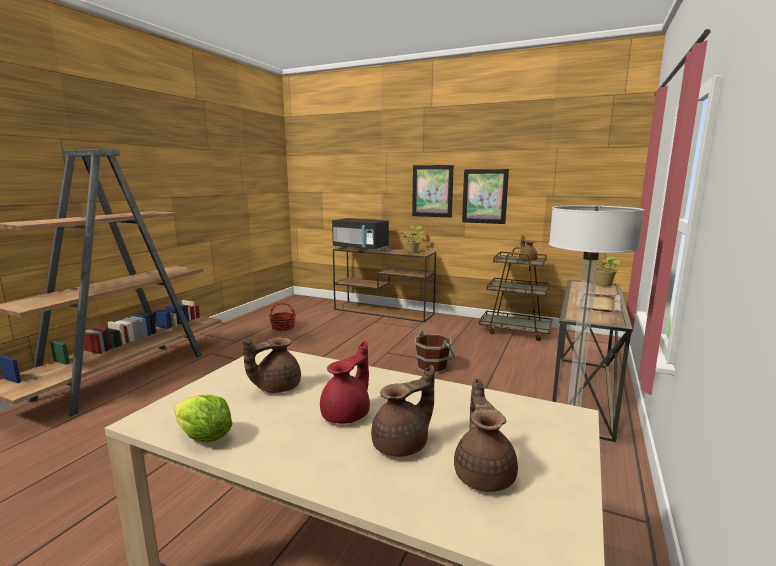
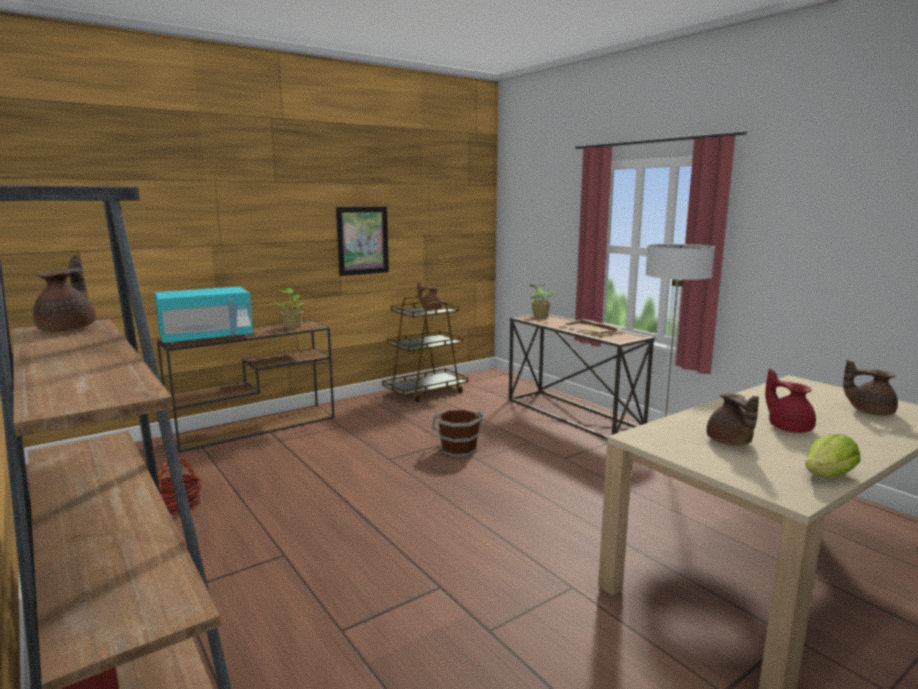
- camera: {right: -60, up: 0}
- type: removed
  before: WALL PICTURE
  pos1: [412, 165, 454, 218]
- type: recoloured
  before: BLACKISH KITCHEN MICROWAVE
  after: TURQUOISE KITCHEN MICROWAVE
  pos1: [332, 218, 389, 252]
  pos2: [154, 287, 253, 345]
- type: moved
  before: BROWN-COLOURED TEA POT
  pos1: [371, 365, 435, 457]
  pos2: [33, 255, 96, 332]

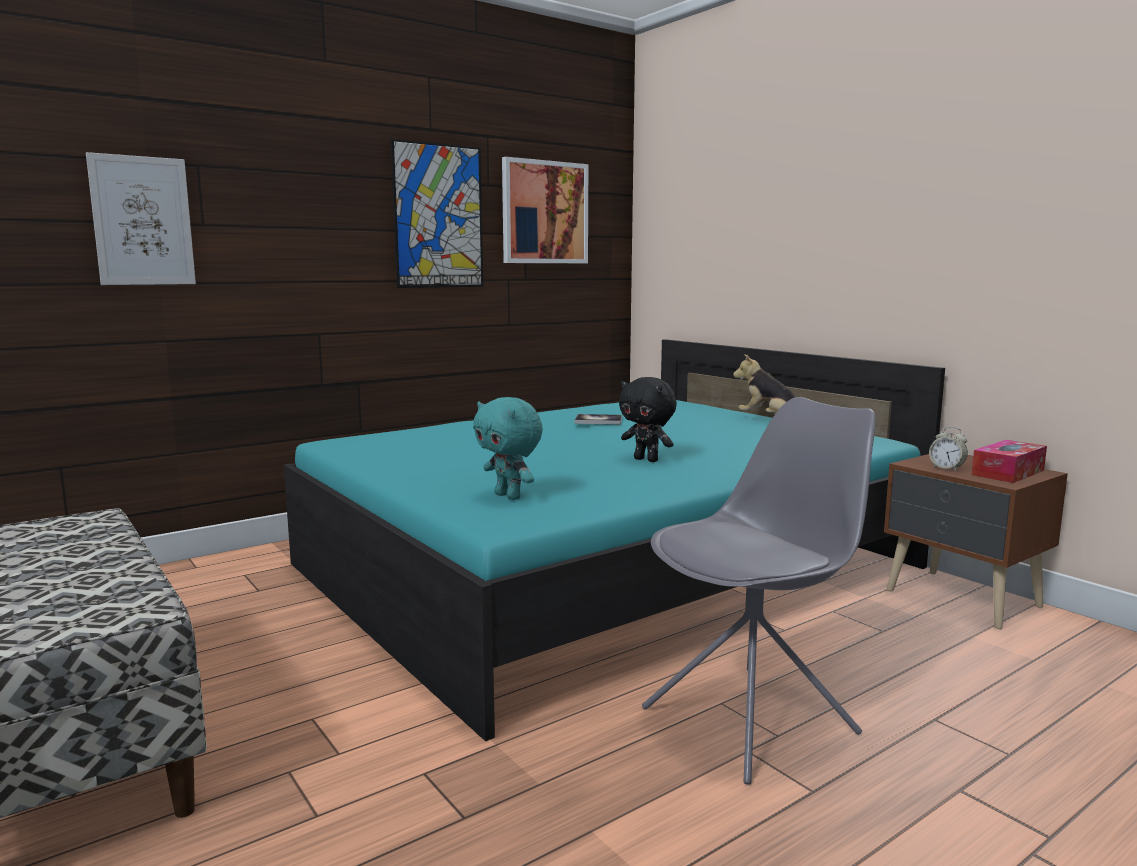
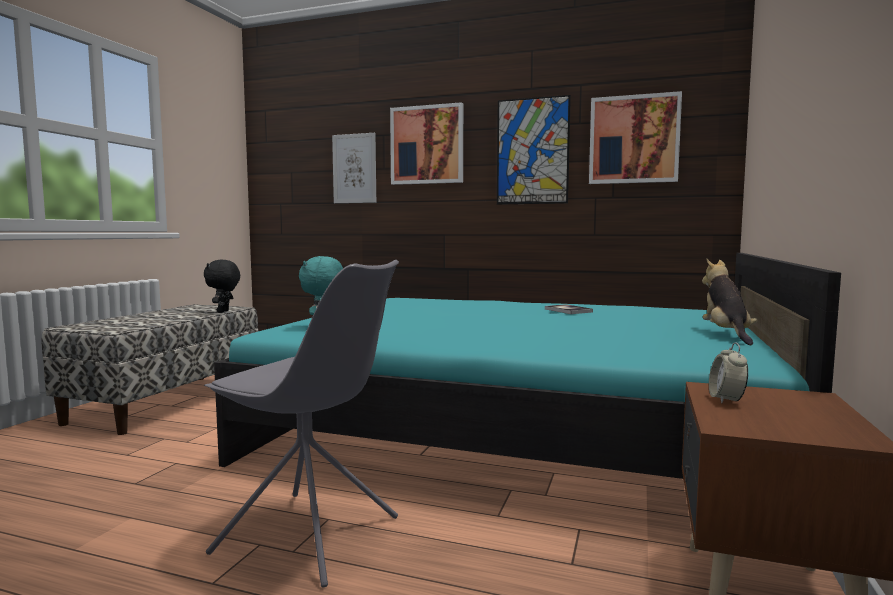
- camera: {right: 55, up: -5}
- type: moved
  before: BLACKISH SOFT TOY
  pos1: [619, 377, 677, 462]
  pos2: [204, 260, 240, 313]
- type: removed
  before: TISSUE BOX
  pos1: [971, 440, 1047, 483]
- type: added
  after: WALL PICTURE
  pos2: [390, 102, 463, 185]

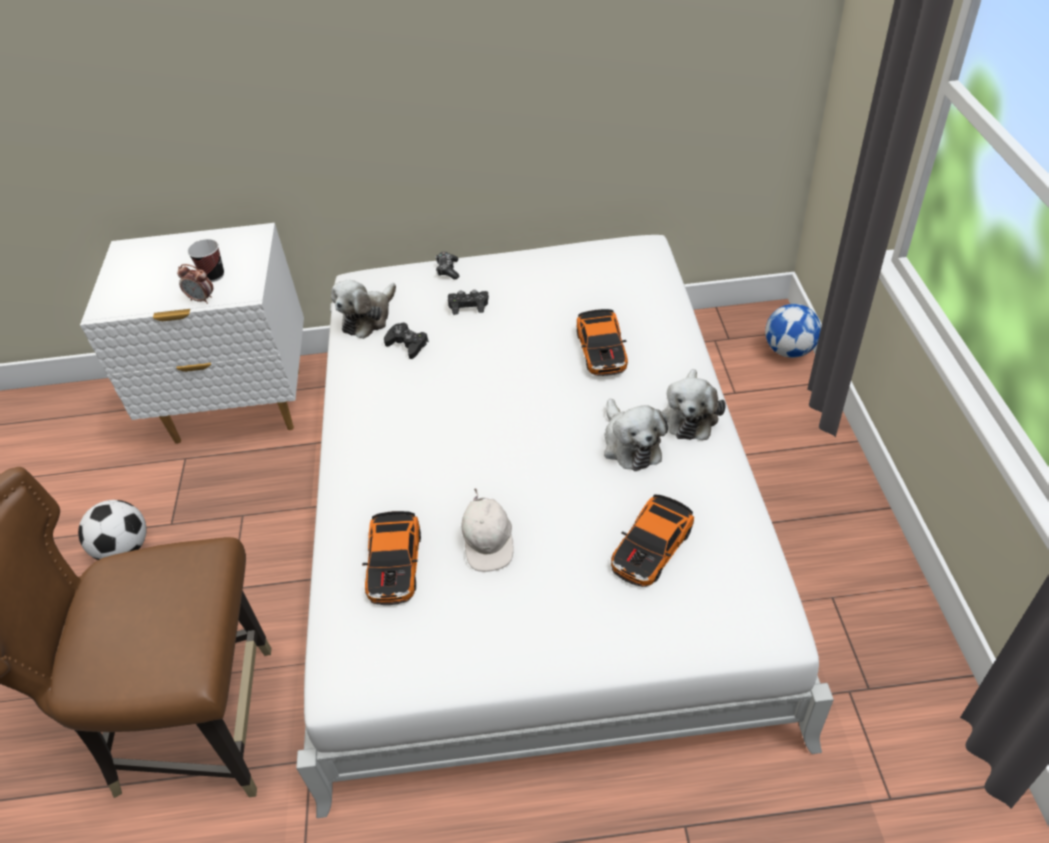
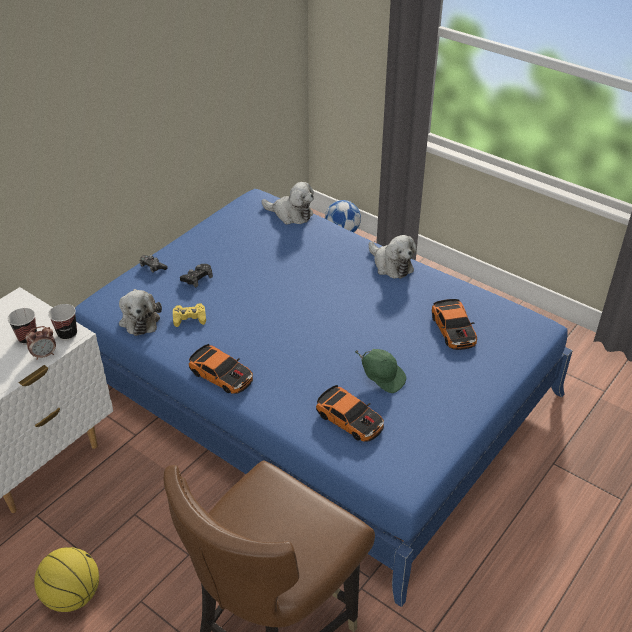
- camera: {right: -50, up: -5}
- type: recoloured
  before: WHITISH BEDROOM BED
  after: BLUE BEDROOM BED
  pos1: [296, 235, 834, 818]
  pos2: [75, 189, 573, 607]
- type: moved
  before: TOY CAR
  pos1: [577, 309, 628, 376]
  pos2: [189, 344, 253, 394]
- type: recoloured
  before: BLACKISH GAME CONTROLLER
  after: YELLOW-COLOURED GAME CONTROLLER
  pos1: [384, 322, 429, 359]
  pos2: [173, 303, 206, 327]
- type: moved
  before: SOFT TOY
  pos1: [604, 399, 668, 471]
  pos2: [262, 182, 314, 225]
- type: recoloured
  before: WHITISH CAP
  after: GREEN CAP
  pos1: [461, 488, 514, 572]
  pos2: [355, 349, 406, 393]
- type: replaced
  before: FOOTBALL
  after: BASKETBALL
  pos1: [78, 500, 147, 560]
  pos2: [34, 547, 99, 612]
- type: added
  after: DRINKING CUP
  pos2: [48, 304, 77, 340]

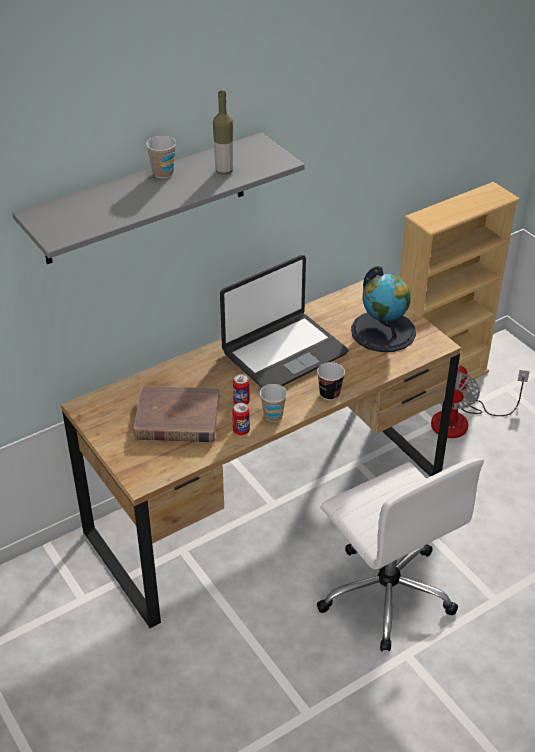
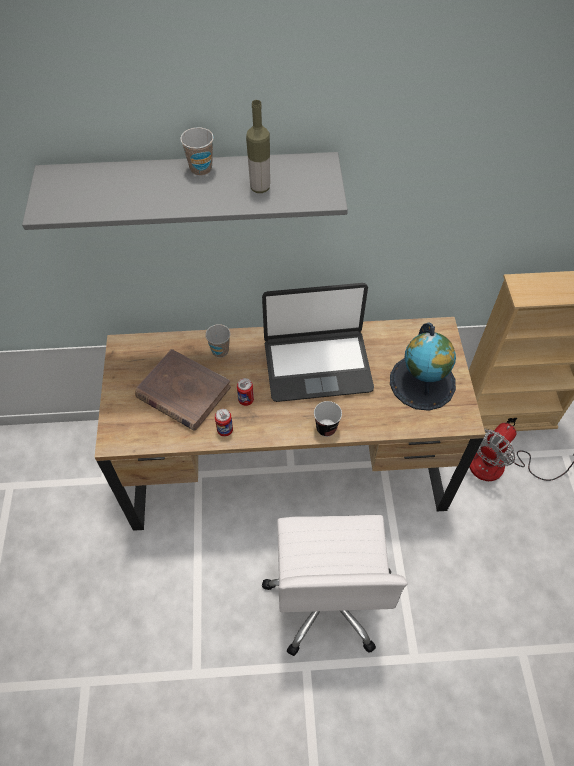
- camera: {right: 30, up: 15}
- type: moved
  before: DRINKING CUP
  pos1: [260, 384, 287, 422]
  pos2: [205, 324, 230, 358]

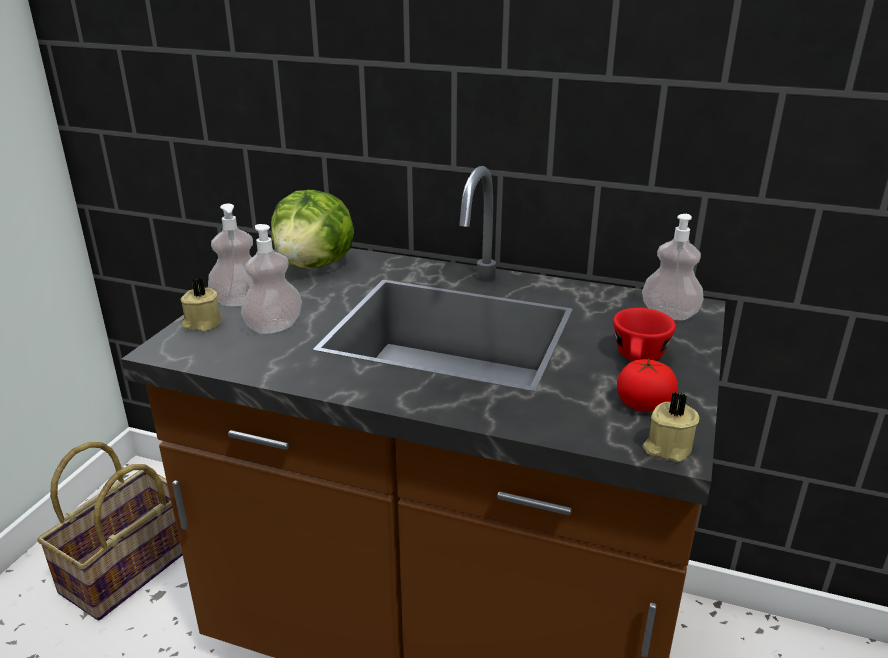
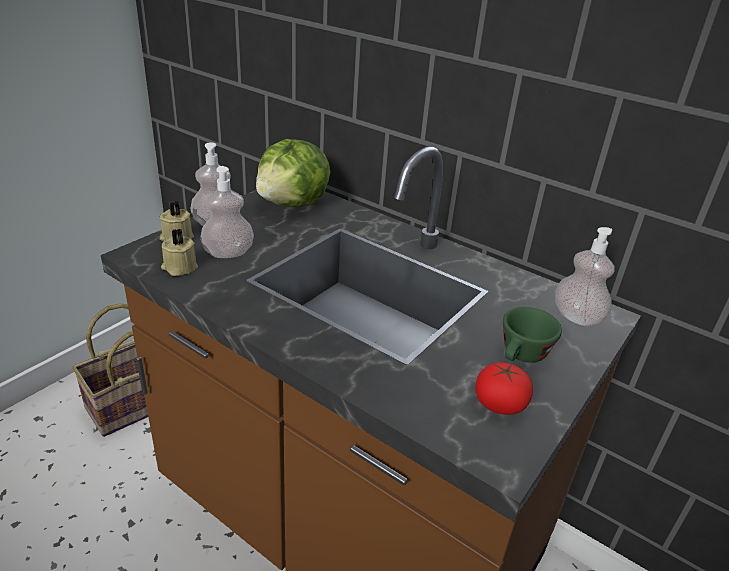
- camera: {right: 15, up: 5}
- type: recoloured
  before: RED DRINKING CUP
  after: GREEN DRINKING CUP
  pos1: [613, 308, 676, 361]
  pos2: [503, 307, 562, 363]
- type: moved
  before: BEIGE-COLOURED WAX LIGHT
  pos1: [643, 392, 699, 462]
  pos2: [161, 229, 198, 276]

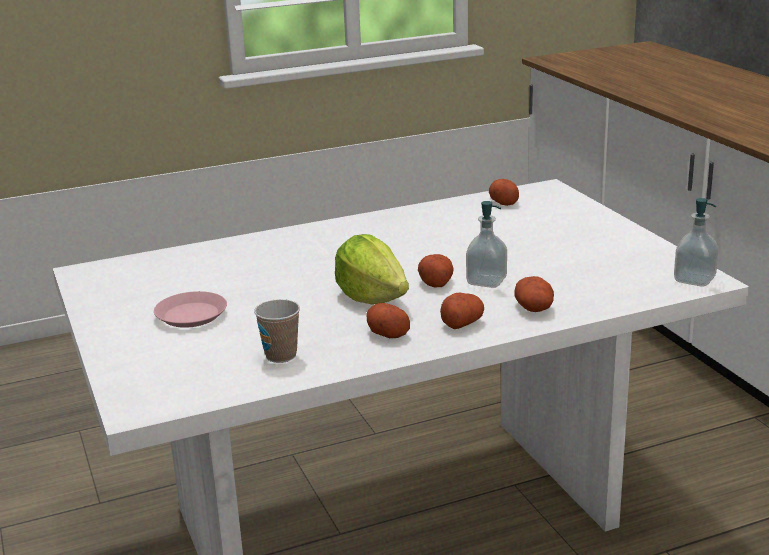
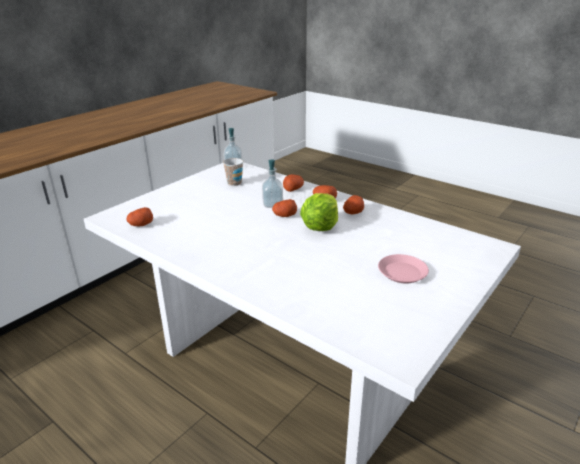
- camera: {right: -120, up: 5}
- type: moved
  before: DRINKING CUP
  pos1: [254, 299, 300, 363]
  pos2: [223, 158, 243, 186]

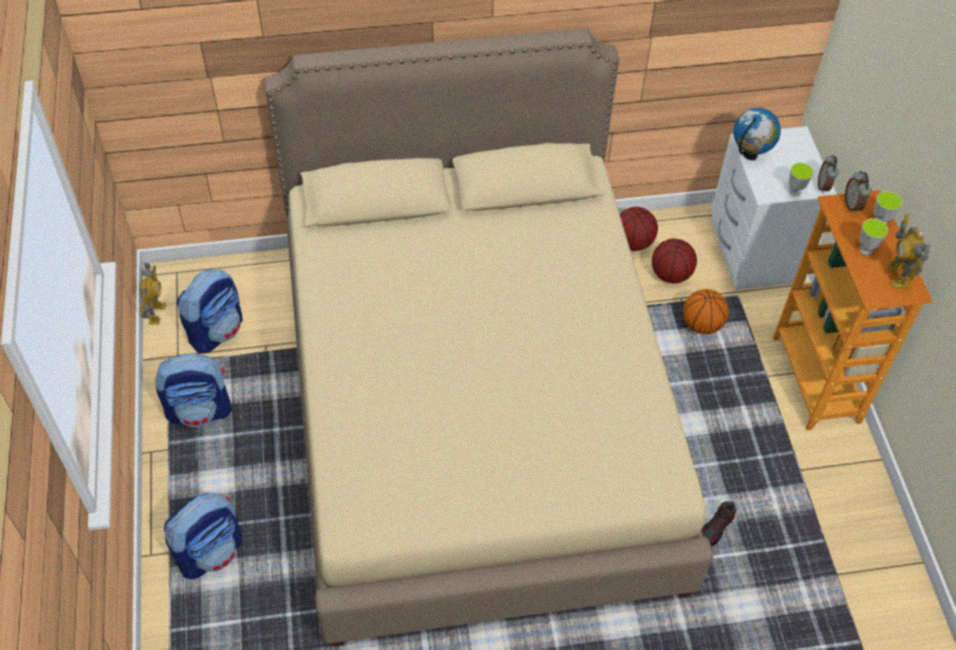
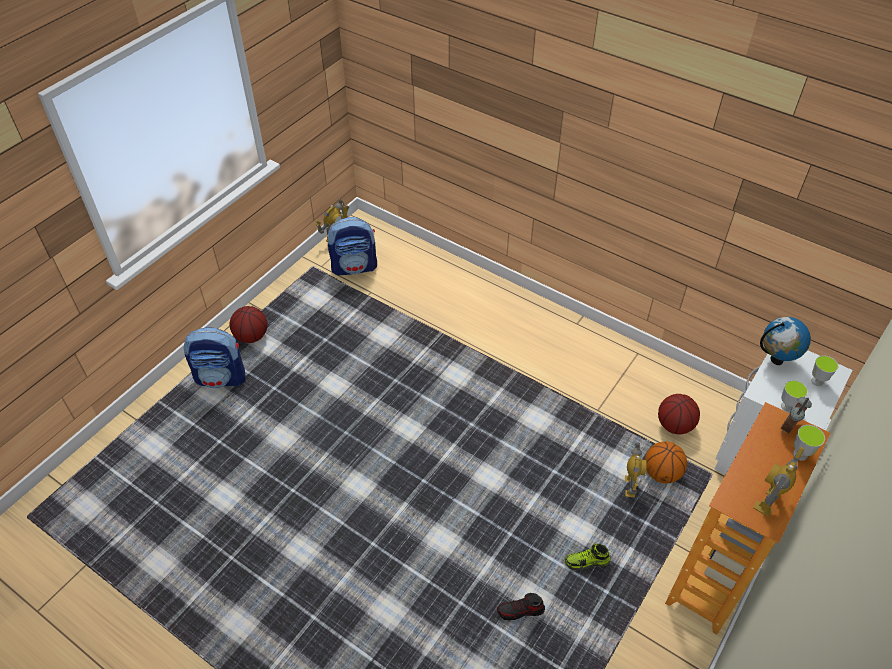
- camera: {right: 45, up: -5}
- type: removed
  before: BEIGE-COLOURED BEDROOM BED
  pos1: [265, 29, 713, 647]
- type: removed
  before: ALARM CLOCK
  pos1: [818, 155, 839, 193]
- type: moved
  before: BASKETBALL
  pos1: [620, 207, 658, 251]
  pos2: [229, 306, 267, 343]
- type: moved
  before: DRINKING CUP
  pos1: [859, 218, 888, 255]
  pos2: [811, 356, 838, 386]
- type: removed
  before: KNAPSACK
  pos1: [155, 354, 232, 427]
- type: added
  after: TOY ROBOT
  pos2: [625, 443, 647, 498]
- type: added
  after: SHOE
  pos2: [565, 544, 610, 570]

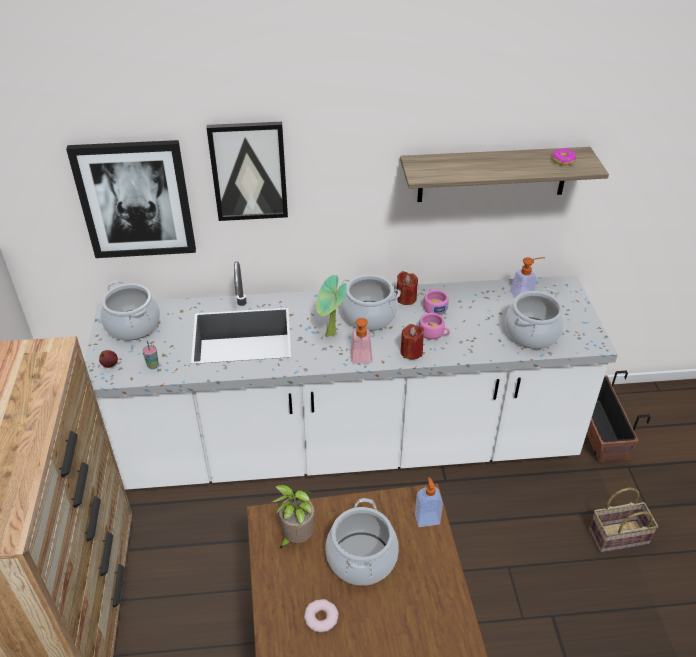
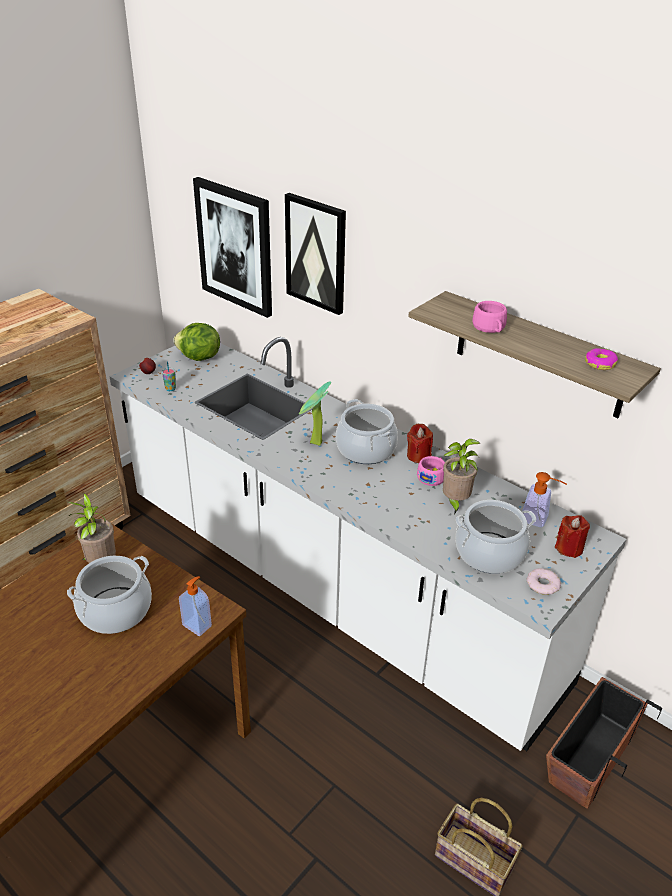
- camera: {right: 45, up: -5}
- type: replaced
  before: STOCKPOT
  after: HEAD OF LETTUCE
  pos1: [100, 280, 160, 341]
  pos2: [173, 323, 220, 361]
- type: moved
  before: PINK-COLOURED DRINKING CUP
  pos1: [419, 313, 450, 340]
  pos2: [472, 301, 507, 333]
- type: removed
  before: LIQUID SOAP BOTTLE
  pos1: [350, 318, 372, 364]
- type: moved
  before: RED WAX LIGHT
  pos1: [400, 324, 424, 359]
  pos2: [555, 515, 590, 558]
- type: moved
  before: DONUT
  pos1: [304, 599, 339, 632]
  pos2: [527, 568, 561, 595]
- type: added
  after: HOUSEPLANT
  pos2: [443, 439, 480, 514]

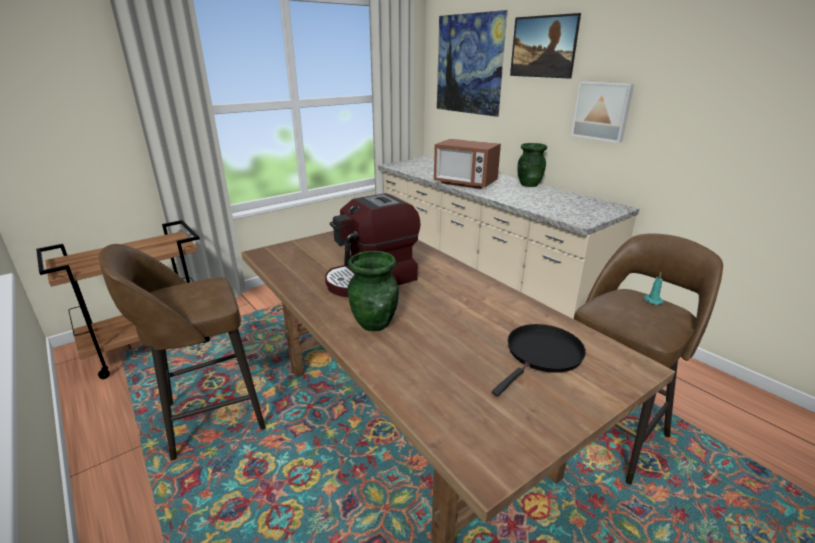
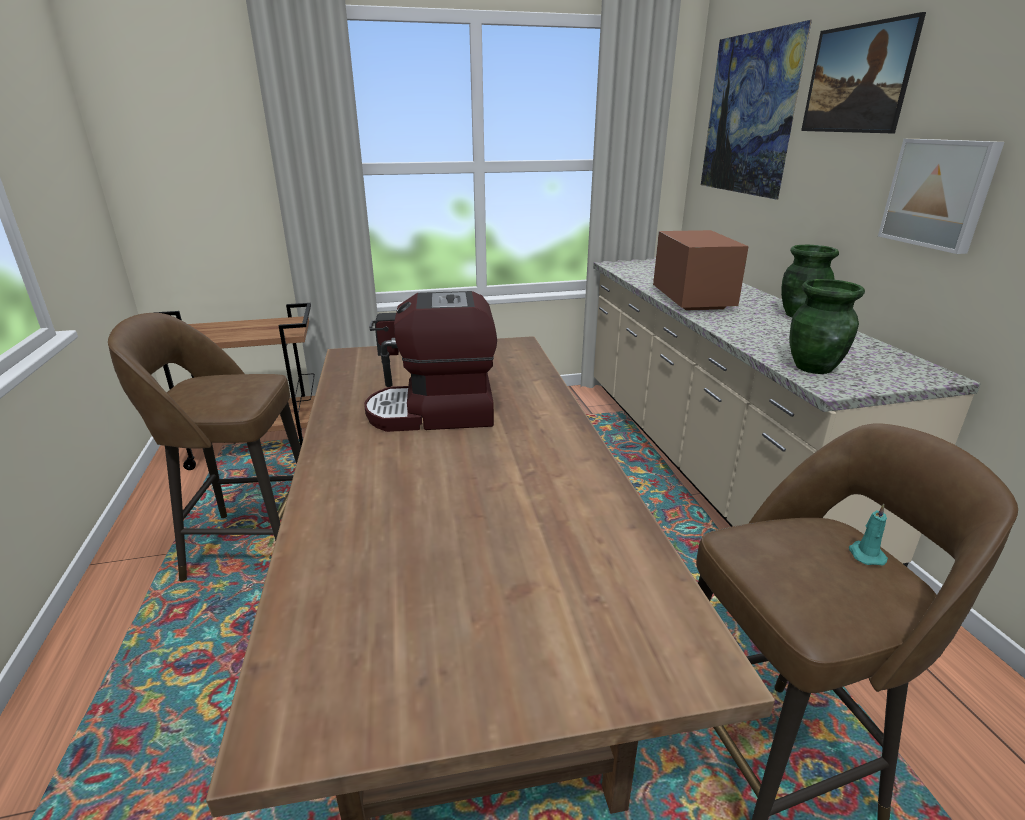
- camera: {right: 25, up: 0}
- type: turned
  before: KITCHEN MICROWAVE
  pos1: [434, 139, 501, 189]
  pos2: [653, 230, 749, 311]
  turn: -150
- type: moved
  before: GREEN DECORATIVE VASE
  pos1: [348, 251, 399, 331]
  pos2: [790, 279, 865, 374]
- type: removed
  before: BLACKISH FRYING PAN
  pos1: [492, 324, 586, 396]

